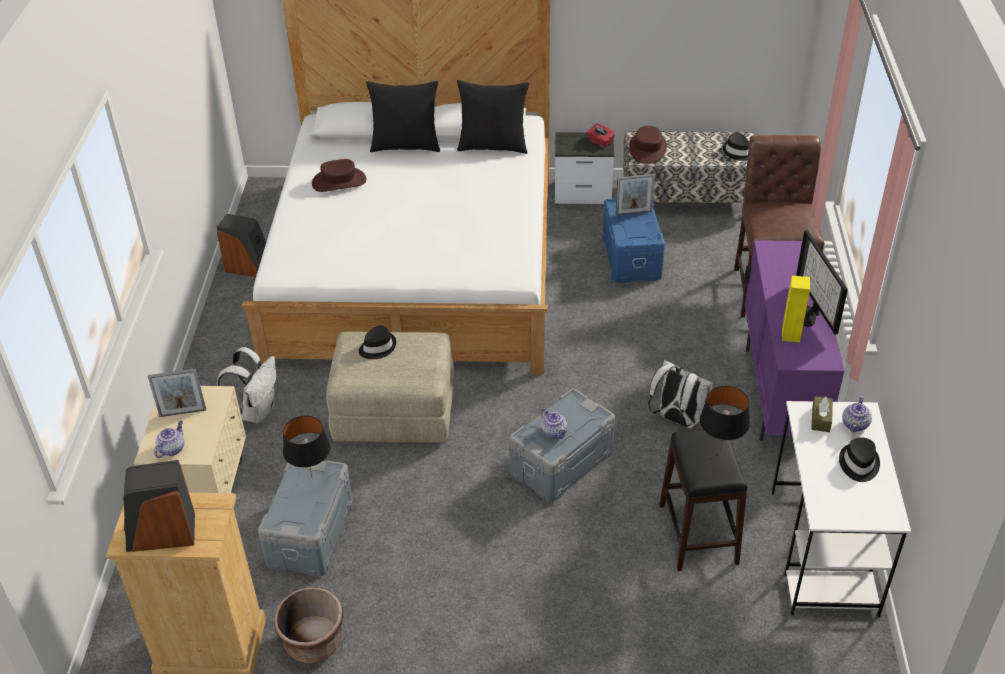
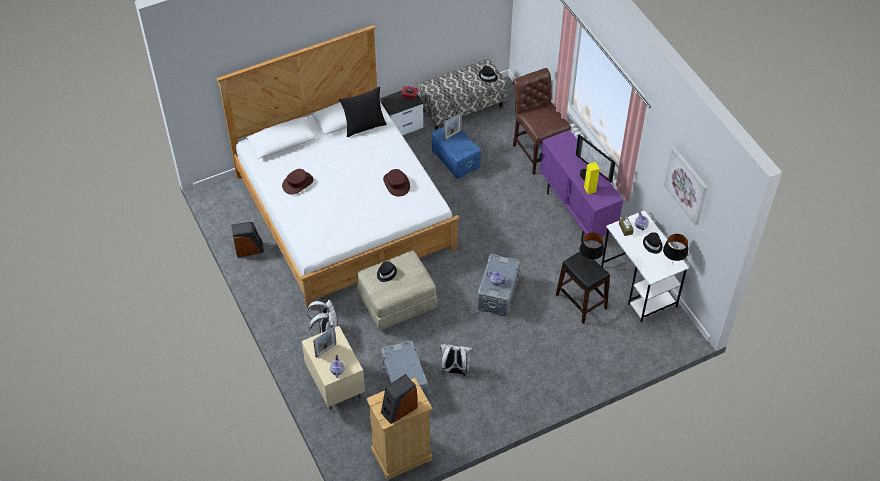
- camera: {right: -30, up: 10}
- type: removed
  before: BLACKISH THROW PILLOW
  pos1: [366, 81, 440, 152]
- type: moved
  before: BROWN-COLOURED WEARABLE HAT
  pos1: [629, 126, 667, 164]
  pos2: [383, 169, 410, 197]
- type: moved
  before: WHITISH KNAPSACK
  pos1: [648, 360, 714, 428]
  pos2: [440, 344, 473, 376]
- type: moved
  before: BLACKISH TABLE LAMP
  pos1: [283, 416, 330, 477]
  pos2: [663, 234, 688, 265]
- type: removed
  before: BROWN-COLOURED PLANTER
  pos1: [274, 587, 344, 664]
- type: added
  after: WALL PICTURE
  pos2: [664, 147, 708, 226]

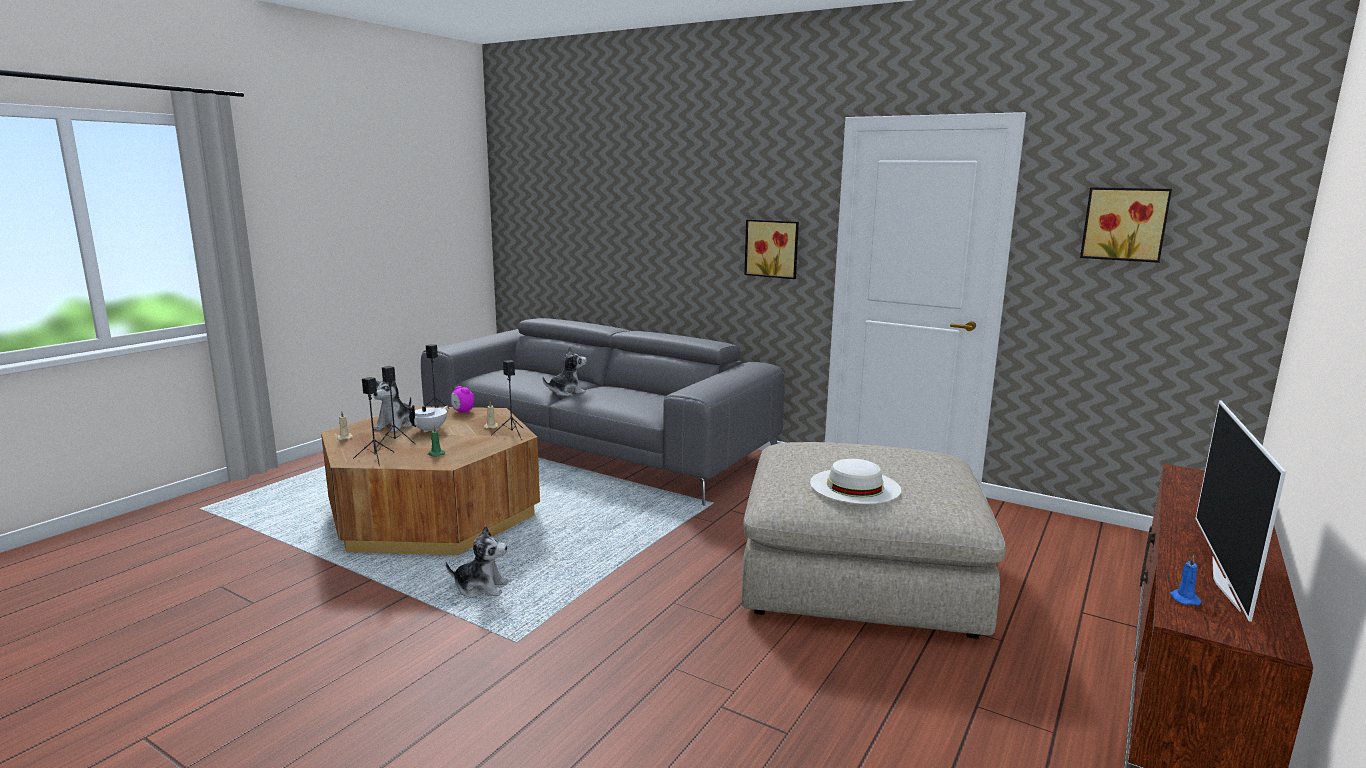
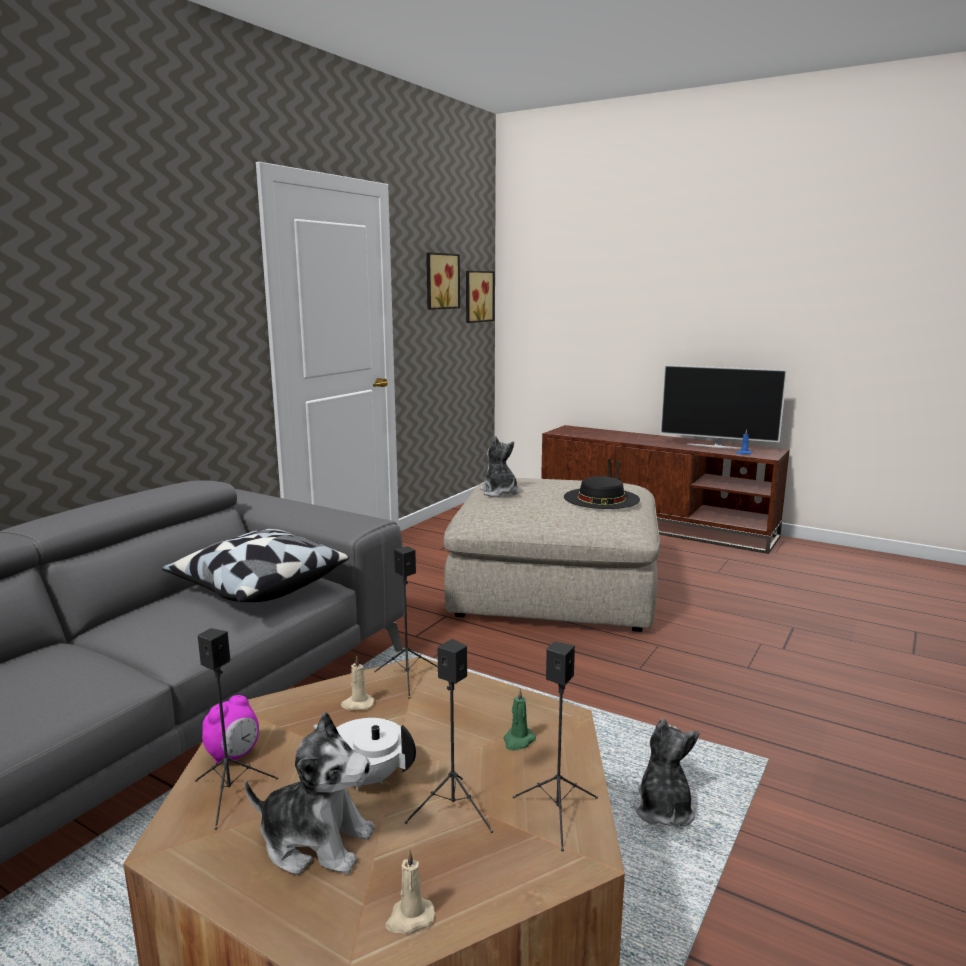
- camera: {right: -90, up: 0}
- type: moved
  before: WALL PICTURE
  pos1: [744, 219, 799, 279]
  pos2: [466, 271, 495, 323]
- type: moved
  before: SOFT TOY
  pos1: [543, 346, 587, 396]
  pos2: [480, 436, 519, 497]
- type: recoloured
  before: WHITISH WEARABLE HAT
  after: BLACKISH WEARABLE HAT
  pos1: [810, 459, 901, 504]
  pos2: [564, 476, 640, 509]
- type: added
  after: THROW PILLOW
  pos2: [162, 529, 349, 602]

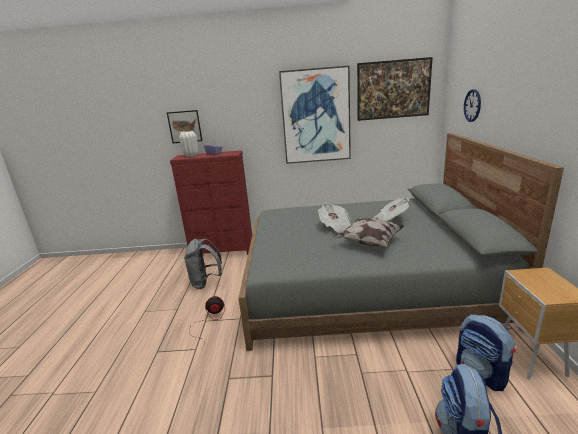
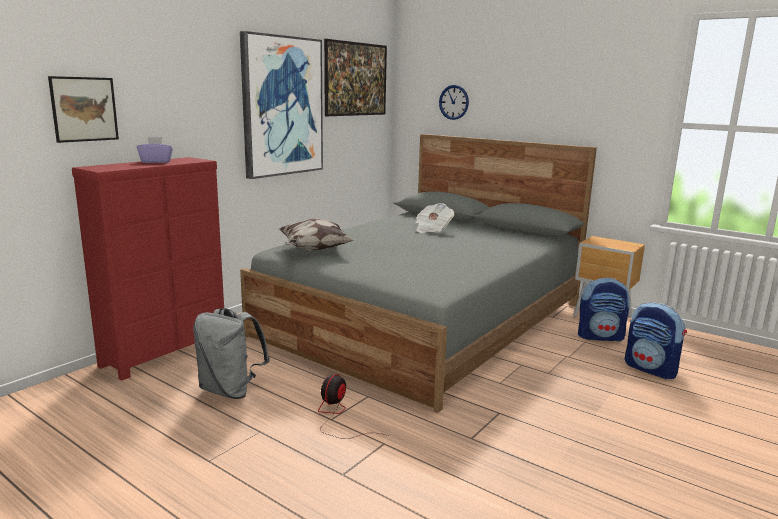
- camera: {right: -55, up: -5}
- type: removed
  before: WHITISH DECORATIVE VASE
  pos1: [179, 131, 198, 157]
- type: removed
  before: DAILY PAPER
  pos1: [318, 203, 351, 233]
- type: moved
  before: THROW PILLOW
  pos1: [333, 217, 405, 247]
  pos2: [279, 217, 355, 251]

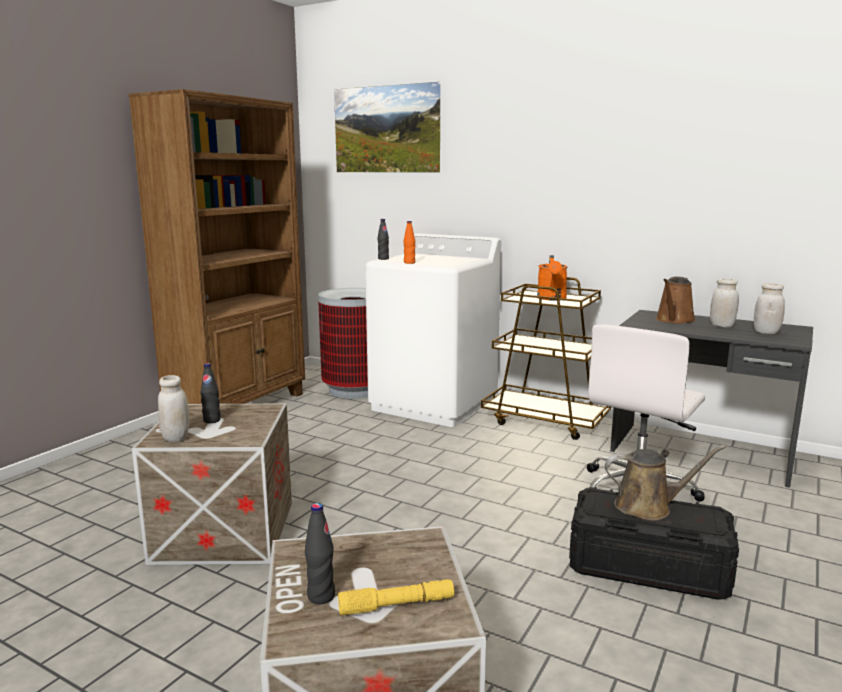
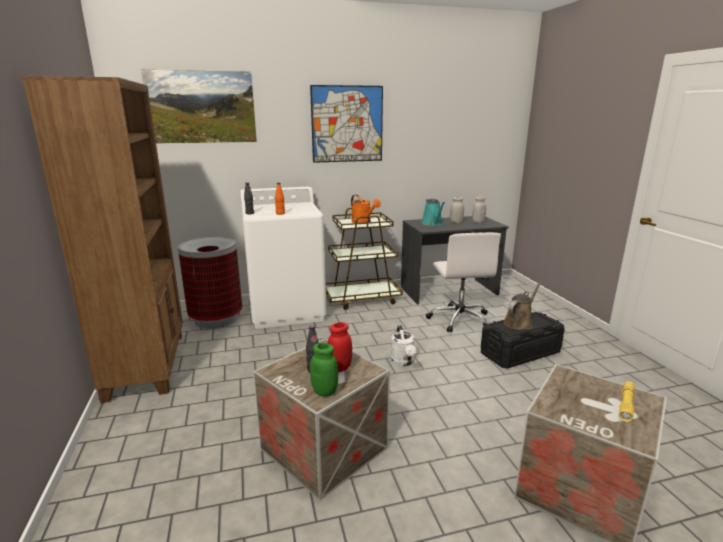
- camera: {right: -45, up: 5}
- type: recoloured
  before: BROWN-COLOURED SPRINKLING CAN
  after: TURQUOISE SPRINKLING CAN
  pos1: [656, 277, 696, 324]
  pos2: [422, 199, 445, 226]
- type: recoloured
  before: WHITISH PRESERVE JAR
  after: GREEN PRESERVE JAR
  pos1: [158, 375, 189, 442]
  pos2: [310, 343, 338, 397]
- type: removed
  before: BLACKISH BEVERAGE BOTTLE
  pos1: [305, 503, 335, 604]
- type: added
  after: WALL PICTURE
  pos2: [310, 85, 383, 163]
- type: added
  after: RED PRESERVE JAR
  pos2: [327, 322, 352, 372]
- type: added
  after: WHITISH SPRINKLING CAN
  pos2: [391, 325, 416, 366]

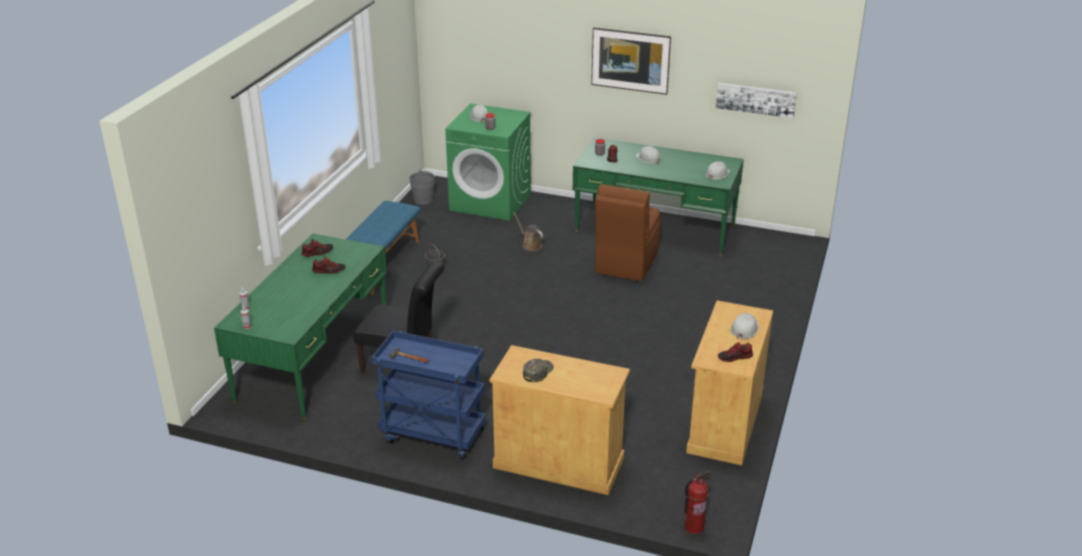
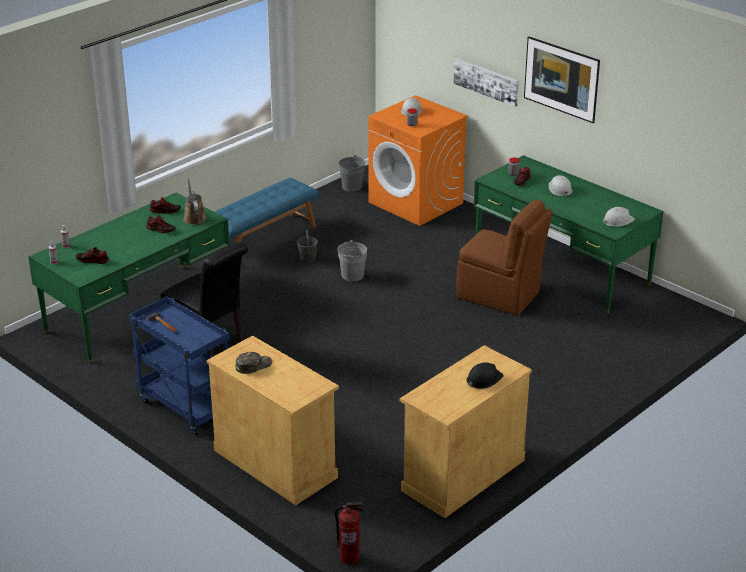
- camera: {right: 25, up: 0}
- type: moved
  before: WALL PICTURE
  pos1: [716, 83, 797, 118]
  pos2: [453, 58, 519, 107]
- type: recoloured
  before: GREEN LAUNDRY MACHINE
  after: ORANGE LAUNDRY MACHINE
  pos1: [445, 104, 531, 221]
  pos2: [368, 95, 468, 226]
- type: turned
  before: BROWN-COLOURED PLAIN CHAIR
  pos1: [595, 184, 660, 281]
  pos2: [456, 200, 553, 316]
  turn: -105
- type: moved
  before: BROWN-COLOURED SPRINKLING CAN
  pos1: [513, 213, 543, 251]
  pos2: [183, 177, 207, 225]
- type: recoloured
  before: WHITISH WORK HELMET
  after: BLACKISH WORK HELMET
  pos1: [730, 313, 759, 339]
  pos2: [467, 362, 504, 389]
- type: moved
  before: SHOE
  pos1: [718, 342, 753, 362]
  pos2: [76, 247, 109, 264]
- type: added
  after: GREYISH BUCKET
  pos2: [338, 240, 367, 282]

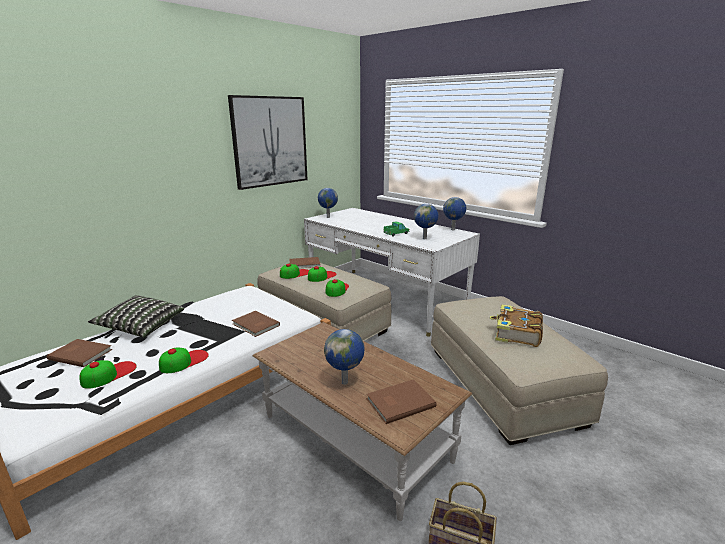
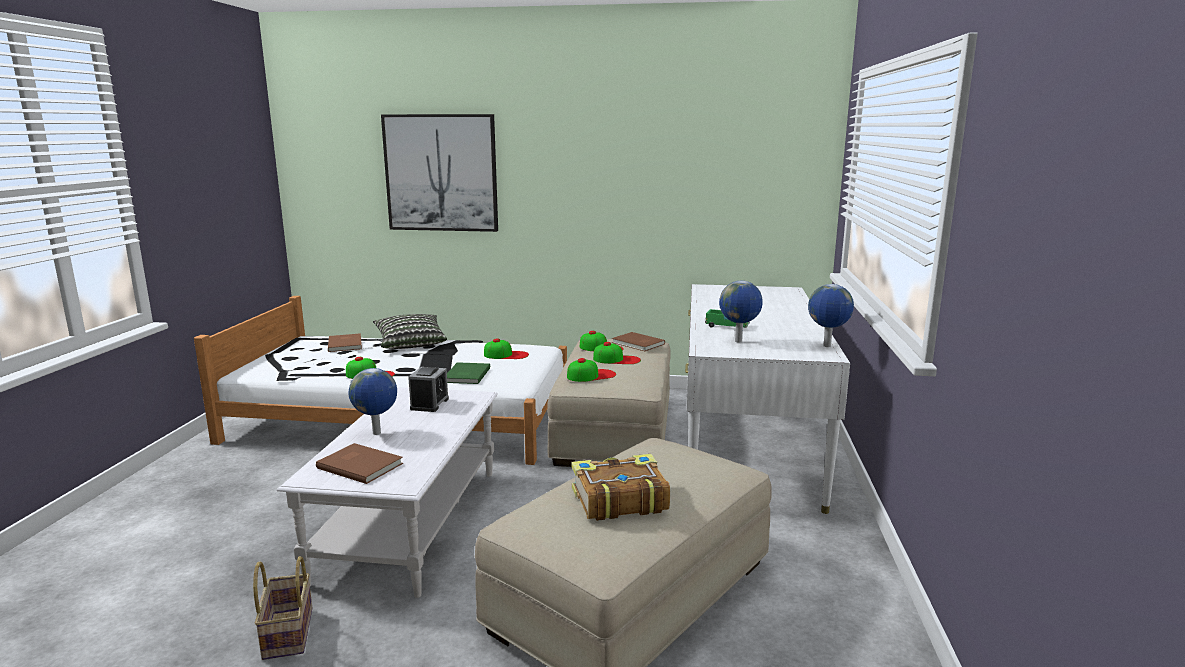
- camera: {right: 55, up: -5}
- type: moved
  before: WALL PICTURE
  pos1: [228, 95, 308, 190]
  pos2: [381, 114, 498, 232]
- type: removed
  before: GLOBE
  pos1: [318, 188, 338, 218]
- type: recoloured
  before: BROWN-COLOURED VOLUME
  after: GREEN VOLUME
  pos1: [232, 311, 280, 337]
  pos2: [447, 362, 490, 384]
- type: recoloured
  before: BROWN-COLOURED COFFEE TABLE
  after: WHITISH COFFEE TABLE
  pos1: [252, 322, 472, 521]
  pos2: [277, 387, 498, 598]
- type: moved
  before: CAP
  pos1: [79, 360, 137, 389]
  pos2: [484, 338, 529, 359]
- type: added
  after: ALARM CLOCK
  pos2: [408, 367, 449, 412]

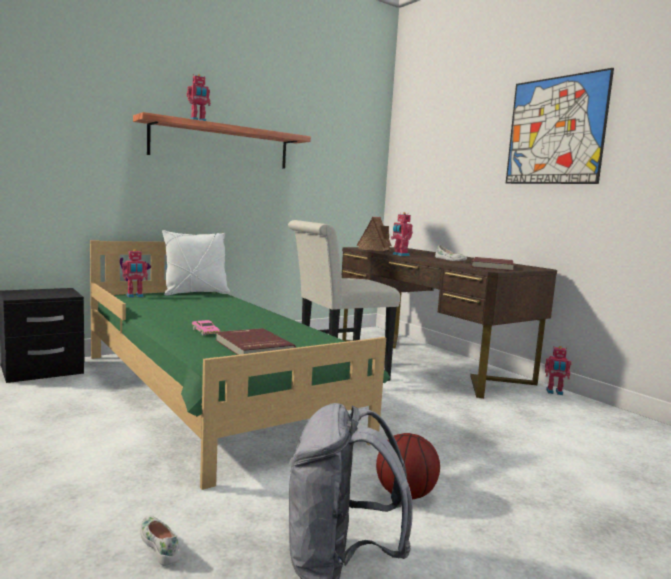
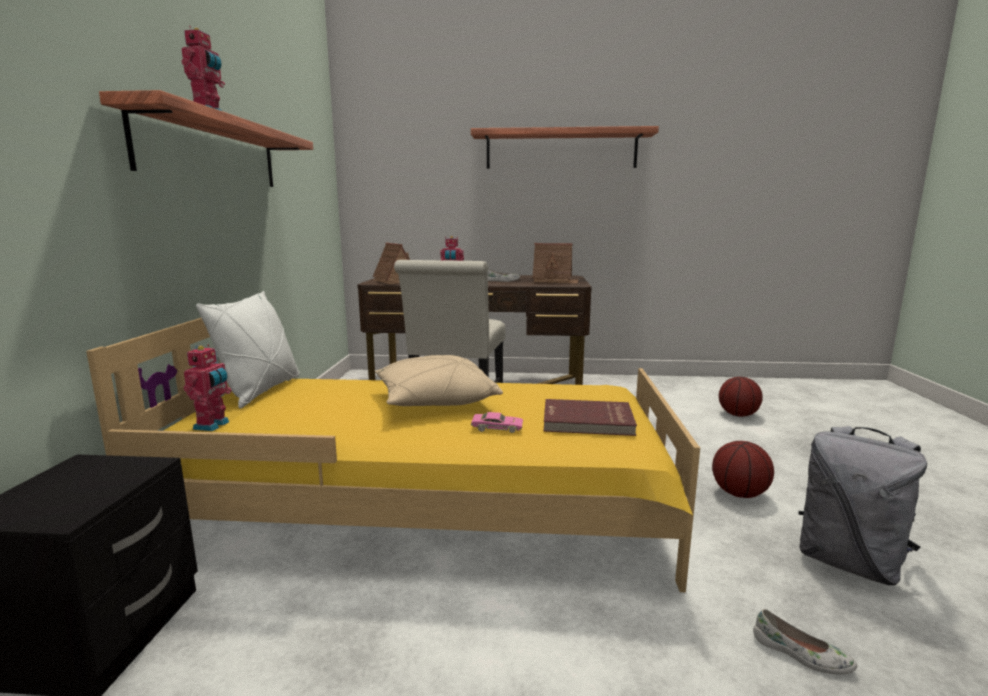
- camera: {right: -50, up: 5}
- type: replaced
  before: WALL PICTURE
  after: WALL SHELF
  pos1: [506, 68, 614, 184]
  pos2: [471, 126, 659, 169]
- type: recoloured
  before: GREEN BEDROOM BED
  after: YELLOW-COLOURED BEDROOM BED
  pos1: [90, 240, 390, 490]
  pos2: [86, 318, 700, 592]
- type: replaced
  before: RED VOLUME
  after: TOY HOUSE
  pos1: [471, 257, 514, 271]
  pos2: [532, 243, 578, 283]
- type: removed
  before: TOY ROBOT
  pos1: [545, 346, 571, 395]
- type: turned
  before: WHITISH SHOE
  pos1: [140, 516, 181, 566]
  pos2: [753, 609, 857, 675]
  turn: -150
- type: added
  after: BEIGE-COLOURED THROW PILLOW
  pos2: [375, 355, 503, 406]
- type: added
  after: BASKETBALL
  pos2: [719, 377, 763, 417]

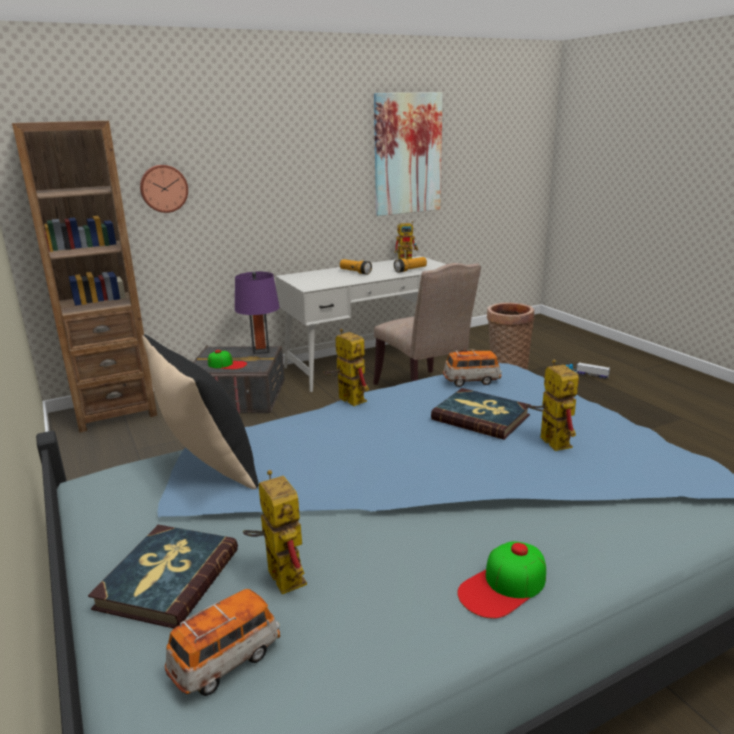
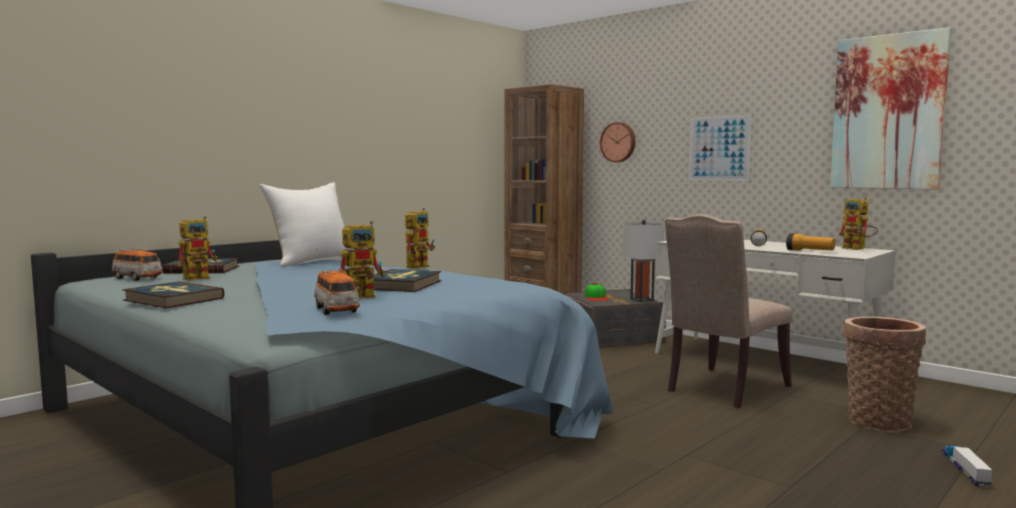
- camera: {right: 70, up: -15}
- type: recoloured
  before: PURPLE-COLOURED TABLE LAMP
  after: GREYISH TABLE LAMP
  pos1: [235, 272, 280, 354]
  pos2: [621, 219, 664, 302]
- type: recoloured
  before: BLACKISH THROW PILLOW
  after: WHITISH THROW PILLOW
  pos1: [142, 334, 258, 489]
  pos2: [260, 182, 354, 267]
- type: moved
  before: TOY CAR
  pos1: [443, 349, 502, 387]
  pos2: [314, 269, 360, 315]
- type: replaced
  before: CAP
  after: VOLUME
  pos1: [457, 541, 546, 619]
  pos2: [122, 281, 224, 308]
- type: added
  after: WALL PICTURE
  pos2: [689, 114, 752, 181]

